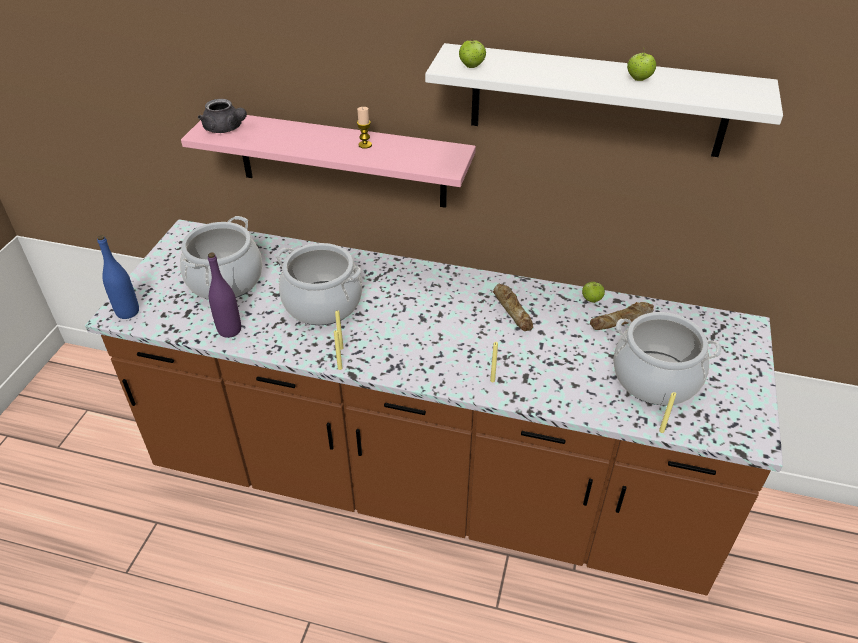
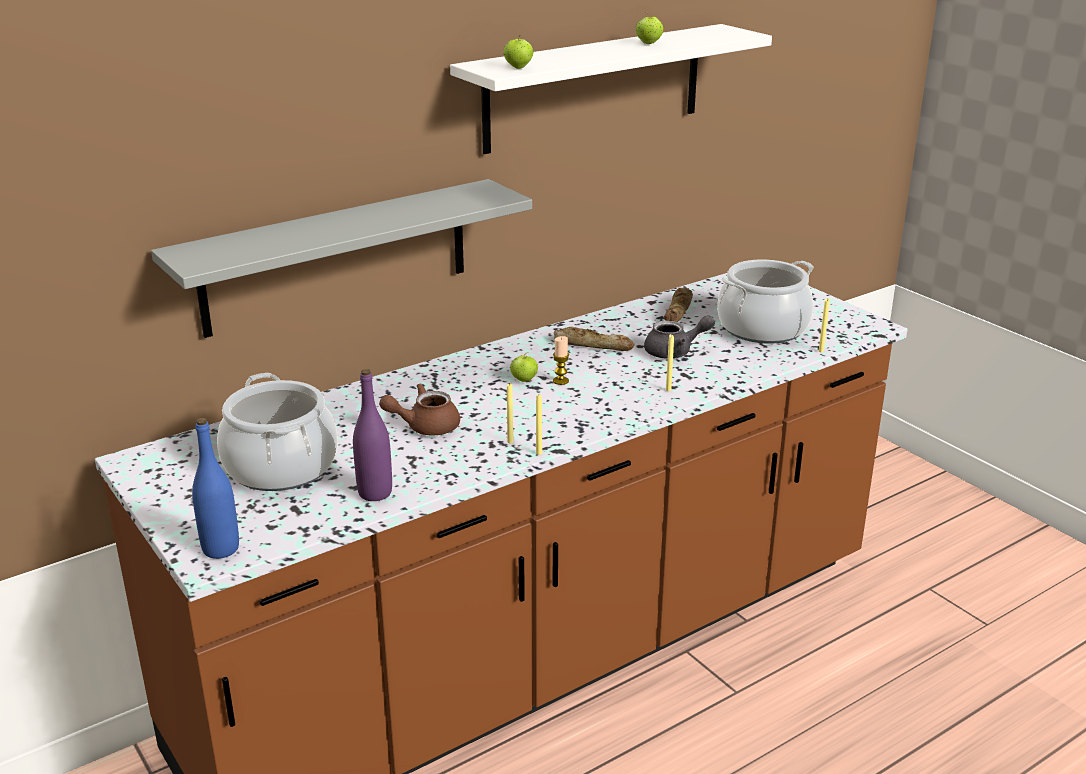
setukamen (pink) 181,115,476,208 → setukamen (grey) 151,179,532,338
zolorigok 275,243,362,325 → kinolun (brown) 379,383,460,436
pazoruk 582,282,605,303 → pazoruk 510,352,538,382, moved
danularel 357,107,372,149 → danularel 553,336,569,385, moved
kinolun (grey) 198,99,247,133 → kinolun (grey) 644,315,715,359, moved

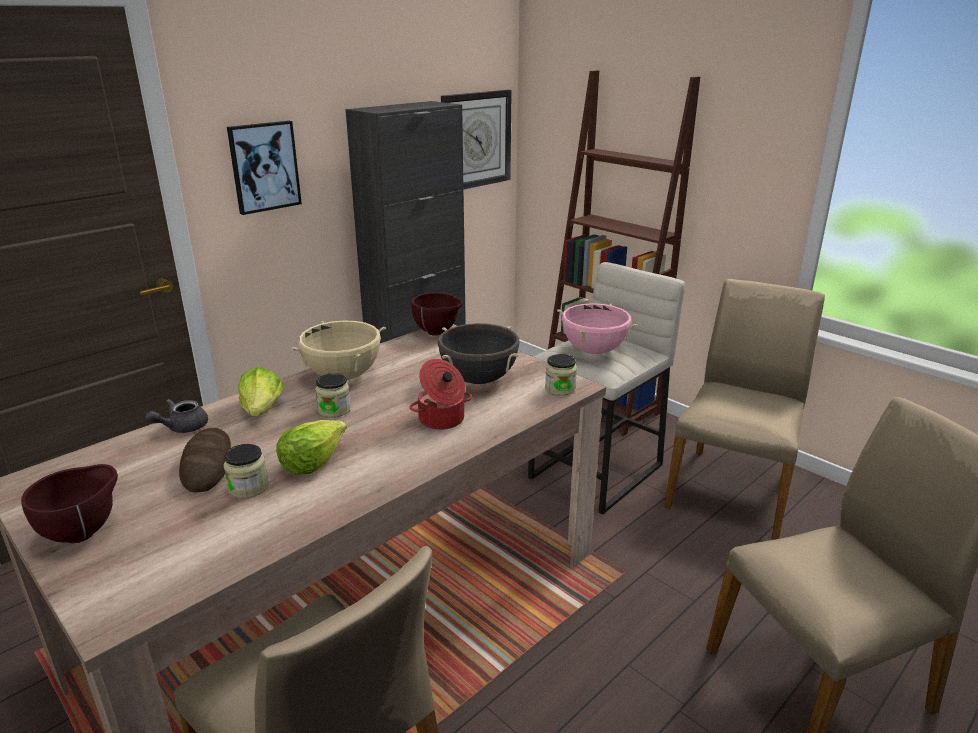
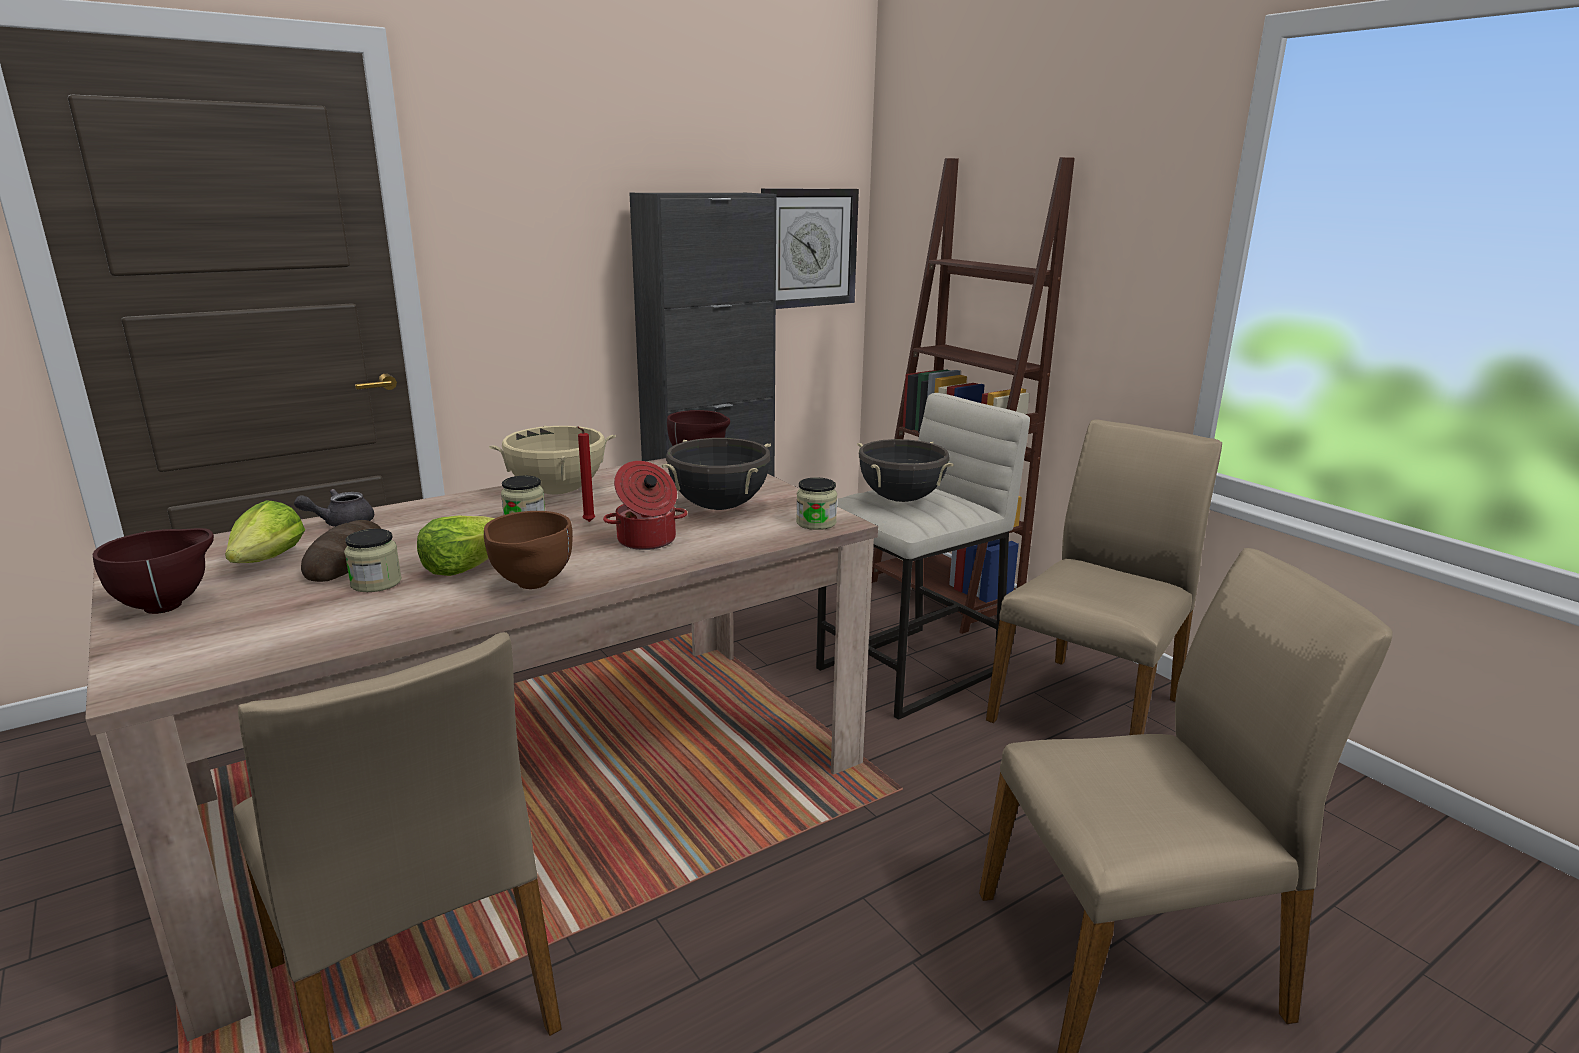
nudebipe 238,367,283,416 → nudebipe 225,500,305,563, moved
- → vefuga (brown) 484,511,573,589
- → danularel (red) 577,426,595,522
zolorigok (pink) 557,303,638,354 → zolorigok (black) 857,439,954,502
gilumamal 227,121,302,215 → -

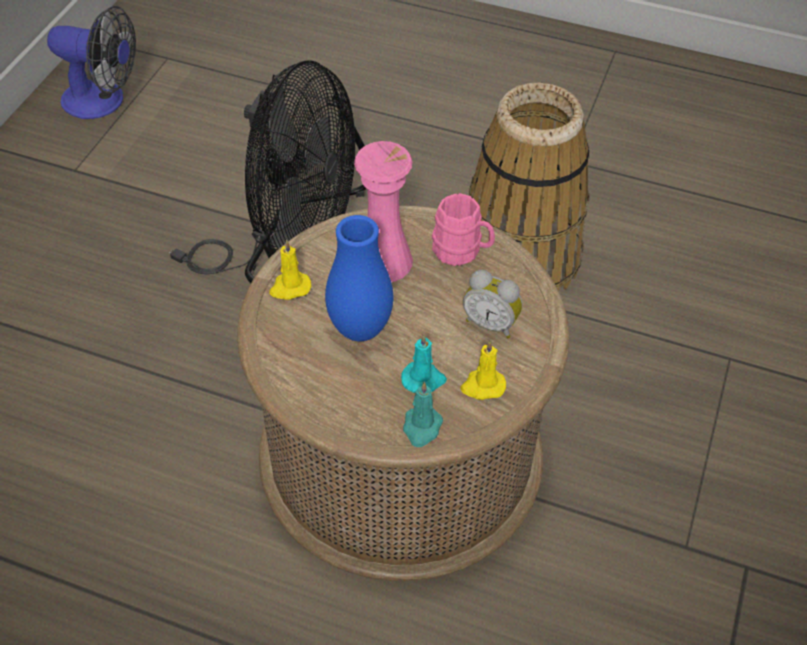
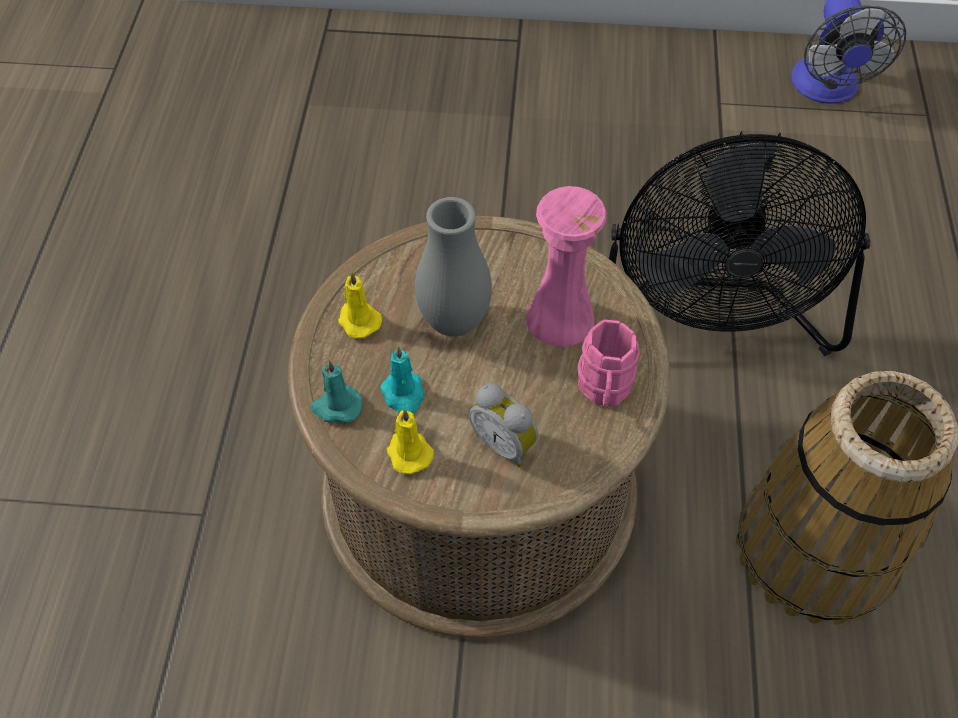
danularel (yellow) 269,240,311,300 → danularel (yellow) 338,272,382,339, moved
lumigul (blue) 325,215,393,342 → lumigul (grey) 415,197,492,337
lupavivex 463,270,522,338 → lupavivex 469,384,538,467, 60 degrees counterclockwise

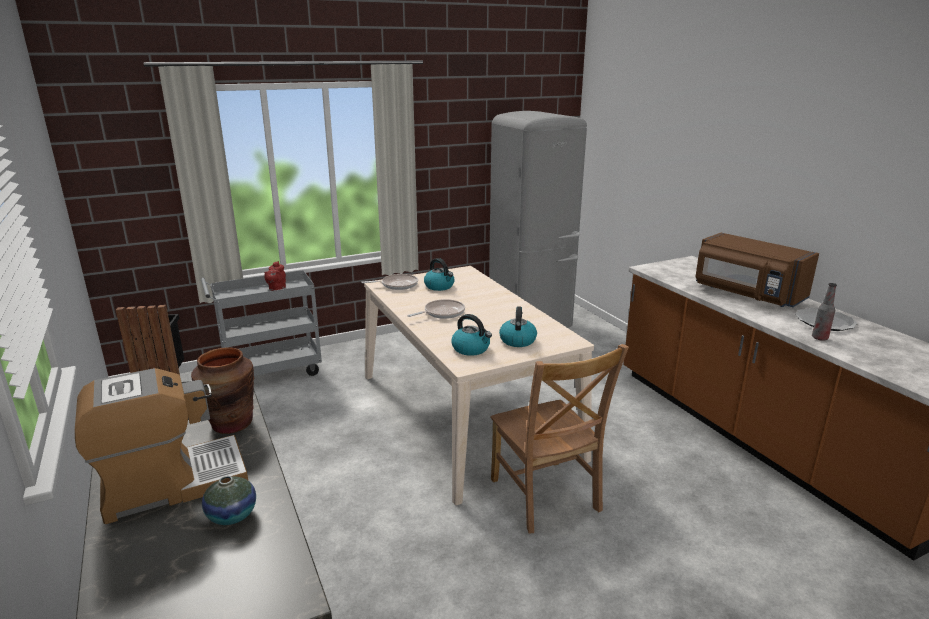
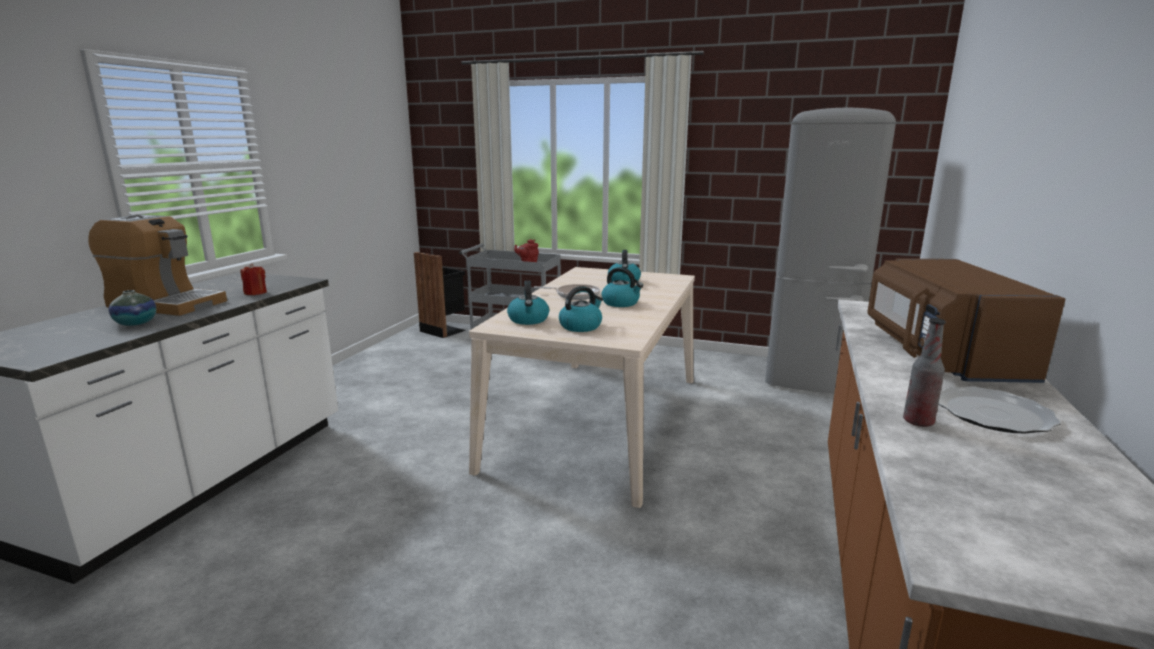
lumigul (brown) 191,347,254,434 → danularel (red) 240,263,267,295
- → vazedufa 602,267,643,307
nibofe 361,274,418,290 → -
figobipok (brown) 490,344,629,534 → -

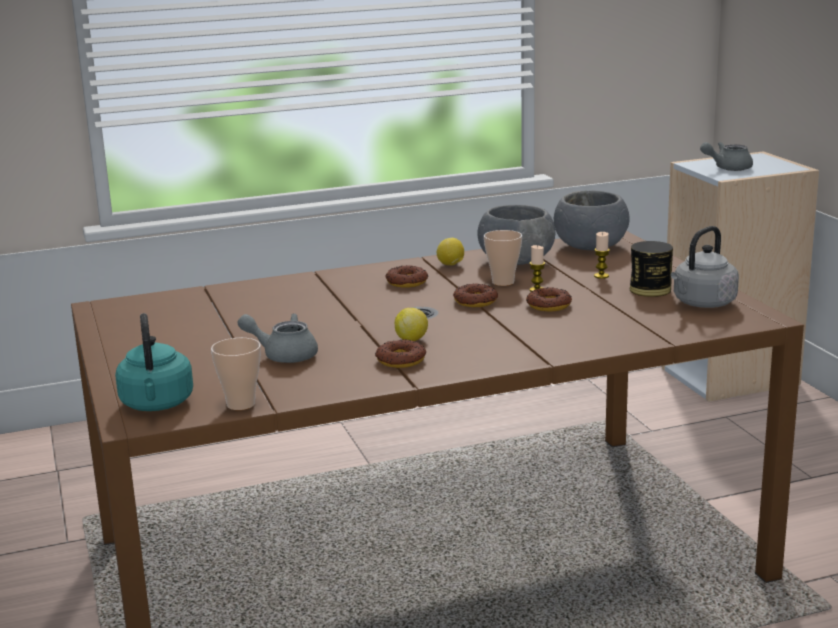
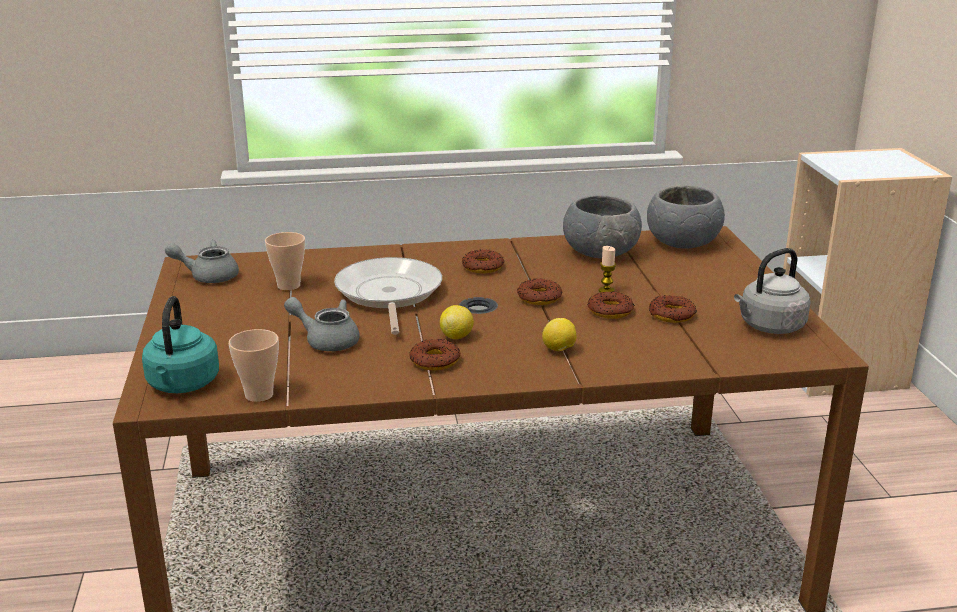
kinolun (grey) 700,142,753,171 → kinolun (grey) 165,240,239,283, moved
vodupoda 484,230,522,286 → vodupoda 265,232,305,290, moved
- → nibofe 334,257,442,335
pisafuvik 437,238,464,265 → pisafuvik 542,318,577,351, moved
- → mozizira 649,295,697,323
danularel 594,232,610,279 → -
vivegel 630,241,673,297 → -

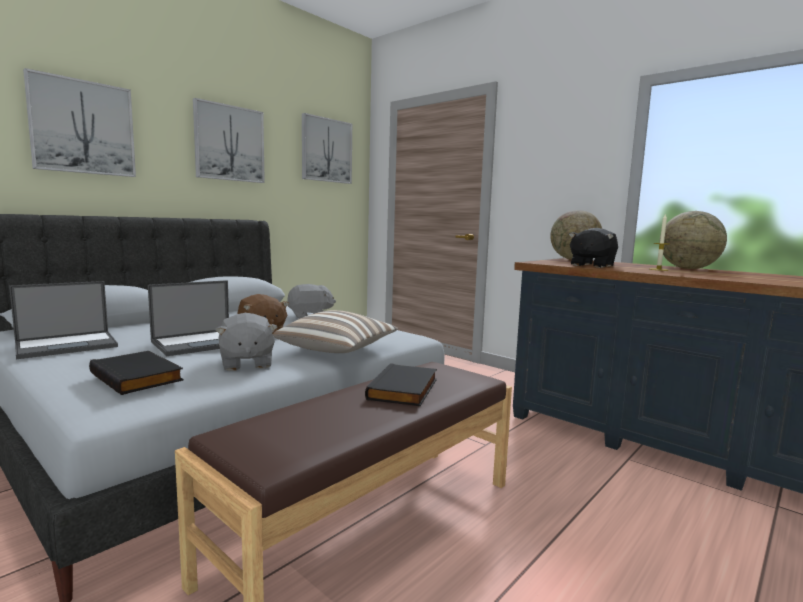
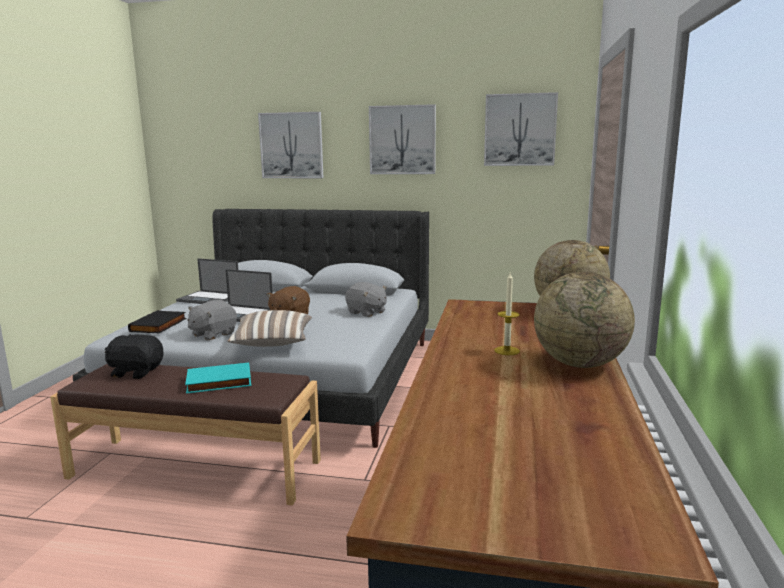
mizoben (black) 568,228,618,268 → mizoben (black) 105,334,164,379, moved
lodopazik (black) 365,363,437,406 → lodopazik (turquoise) 185,363,251,393

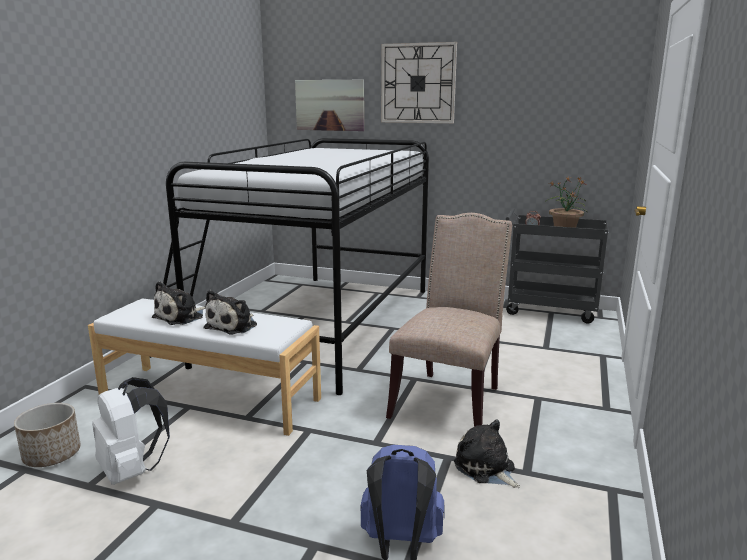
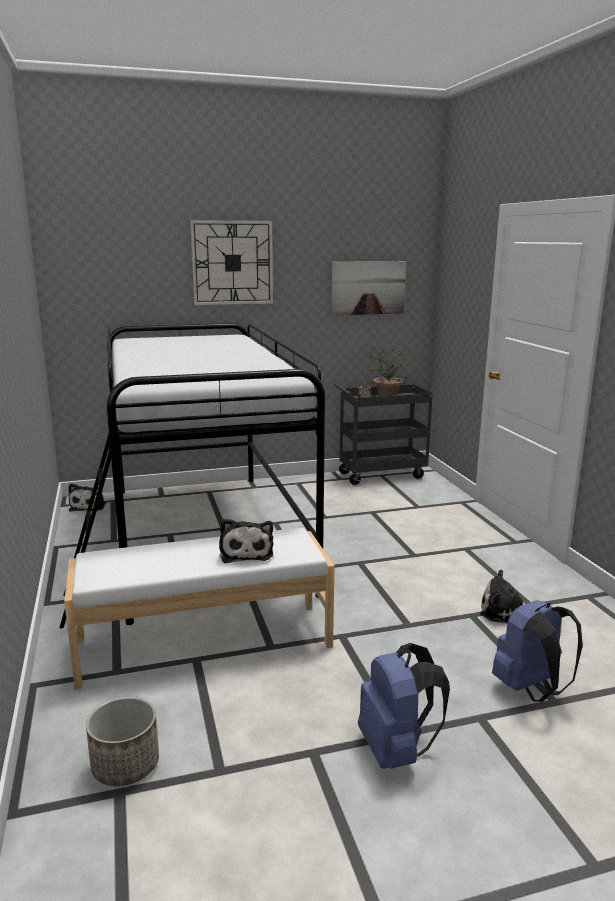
mizoben 152,281,206,325 → mizoben 68,483,106,511, moved
gilumamal 295,80,364,131 → gilumamal 331,261,406,315, moved
- → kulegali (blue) 358,643,450,769
kulegali (white) 92,377,170,485 → -
figobipok (beige) 386,213,512,427 → -

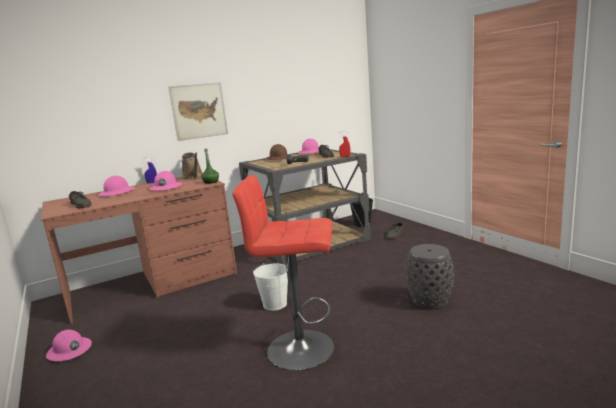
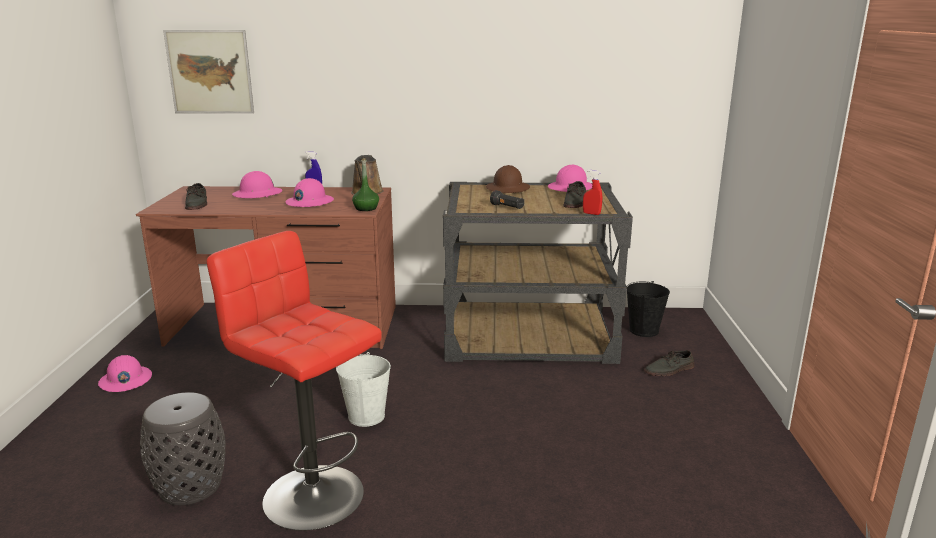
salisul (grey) 406,244,454,309 → salisul (grey) 140,392,226,505, moved
gilumamal 168,82,228,141 → gilumamal 163,30,254,114, moved

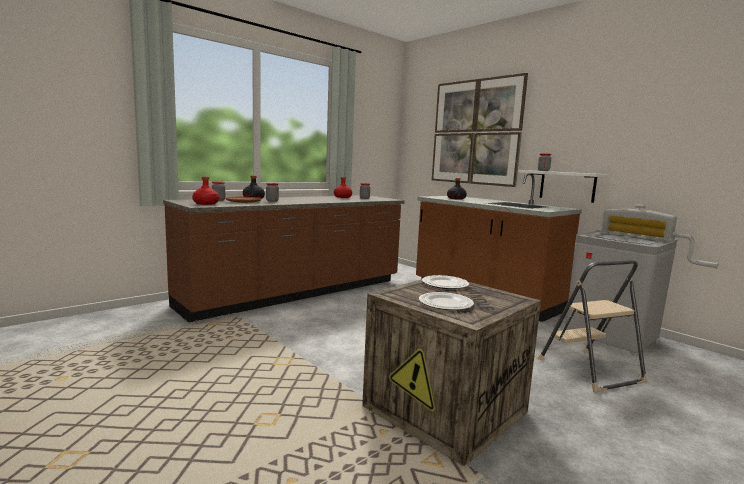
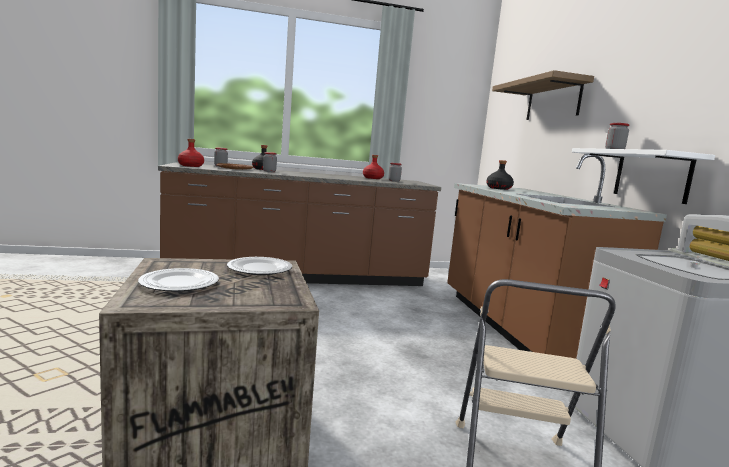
gilumamal 432,73,528,187 → setukamen 492,70,594,120

